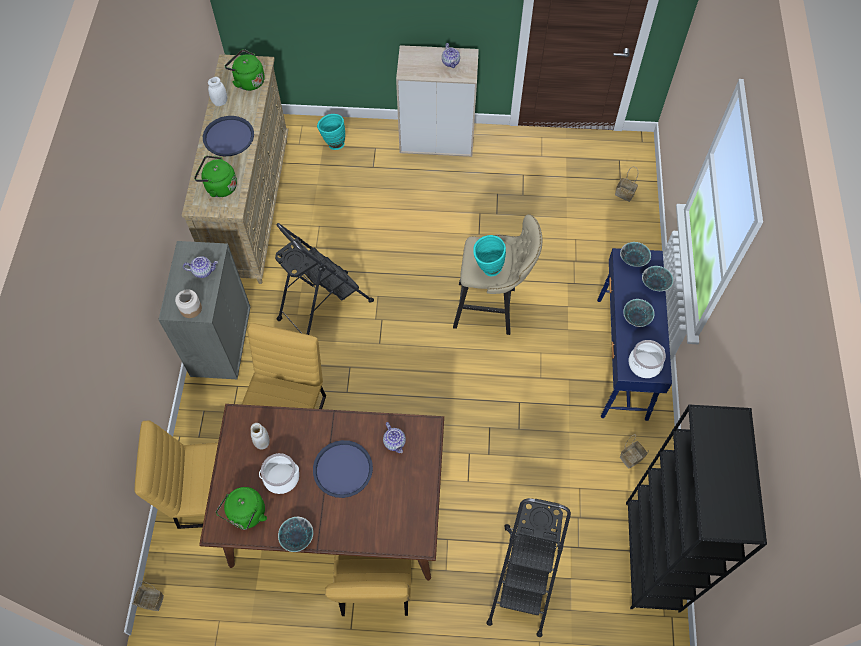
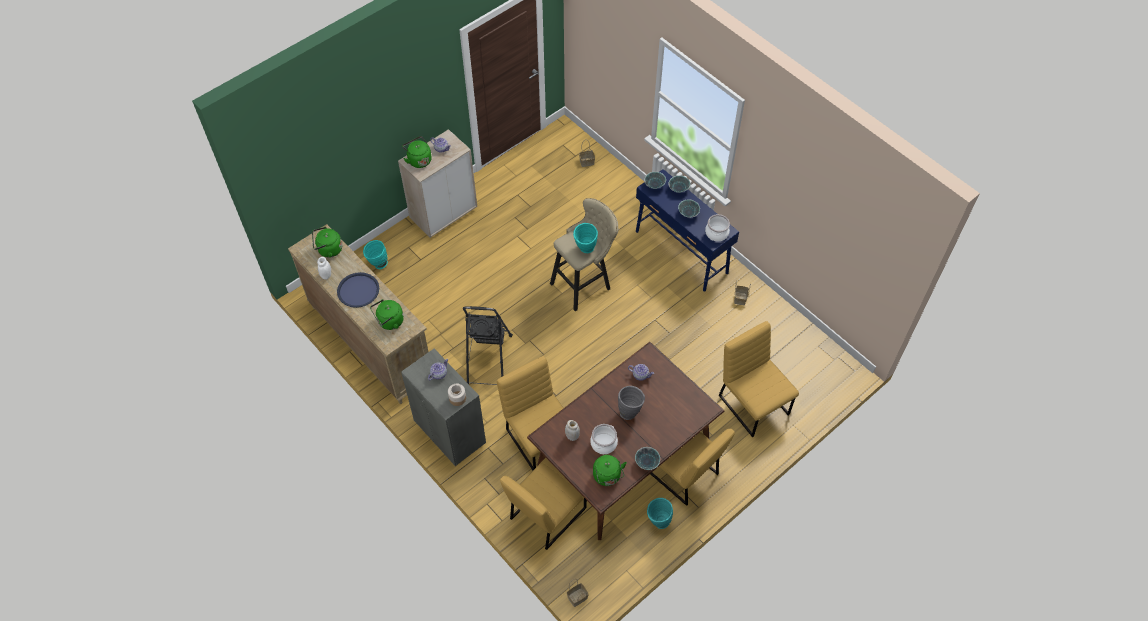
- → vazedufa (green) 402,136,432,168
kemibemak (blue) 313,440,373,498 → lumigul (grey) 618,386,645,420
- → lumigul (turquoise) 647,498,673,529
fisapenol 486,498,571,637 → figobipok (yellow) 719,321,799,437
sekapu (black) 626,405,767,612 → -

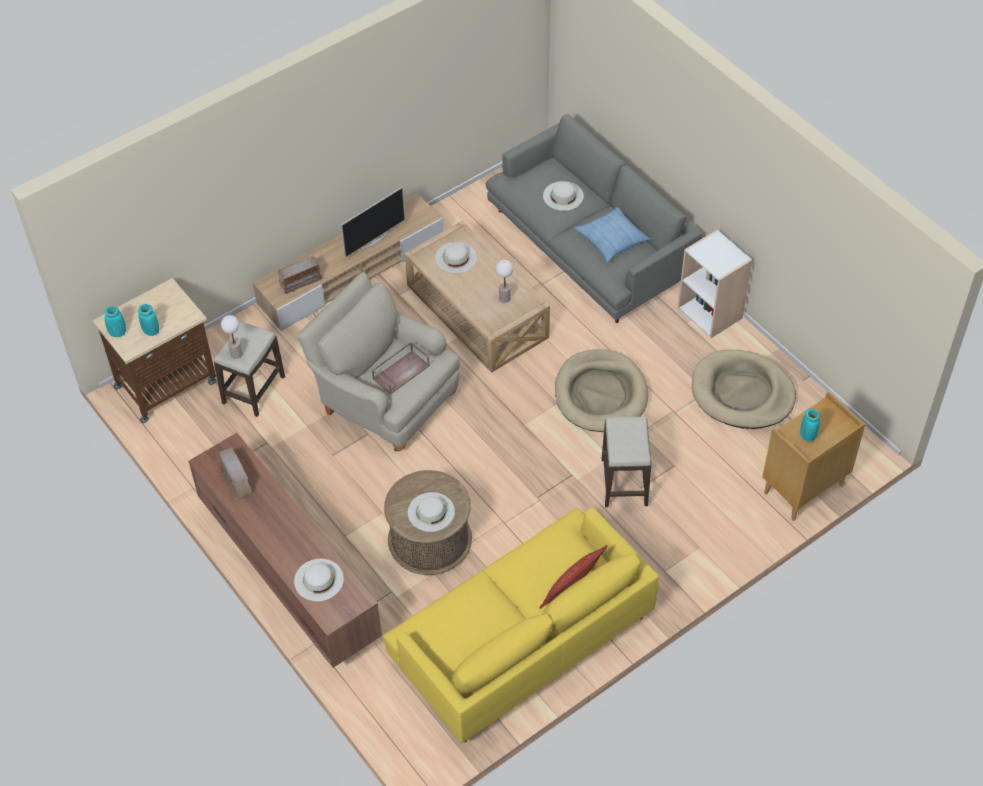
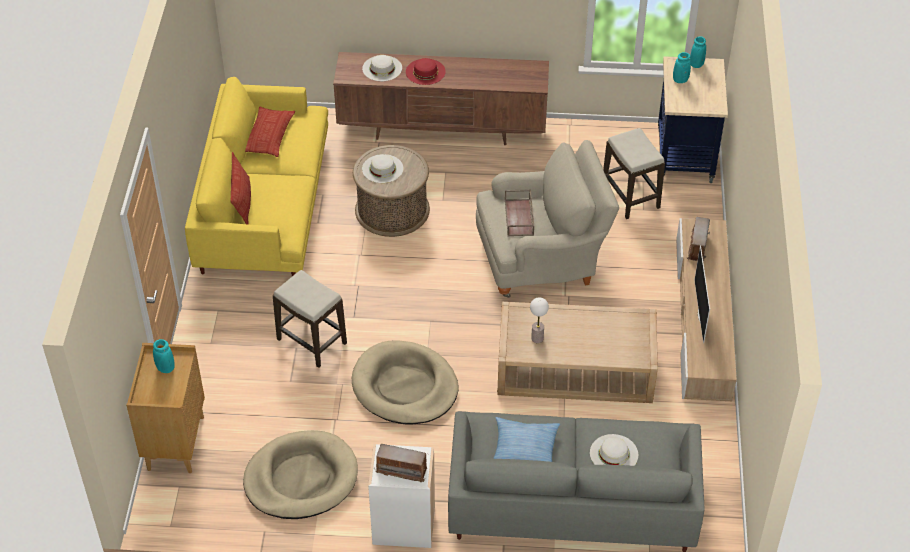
- → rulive 245,107,295,157
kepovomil 217,447,253,499 → kepovomil 374,444,427,483, moved
- → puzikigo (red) 406,58,446,85
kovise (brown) 93,278,216,423 → kovise (blue) 658,56,728,183
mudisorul 221,315,243,359 → -
puzikigo (white) 435,242,477,273 → -

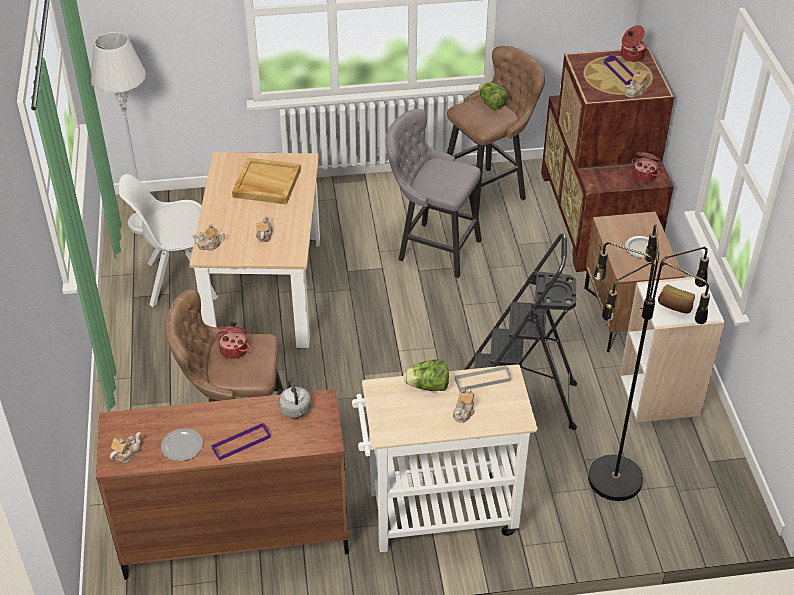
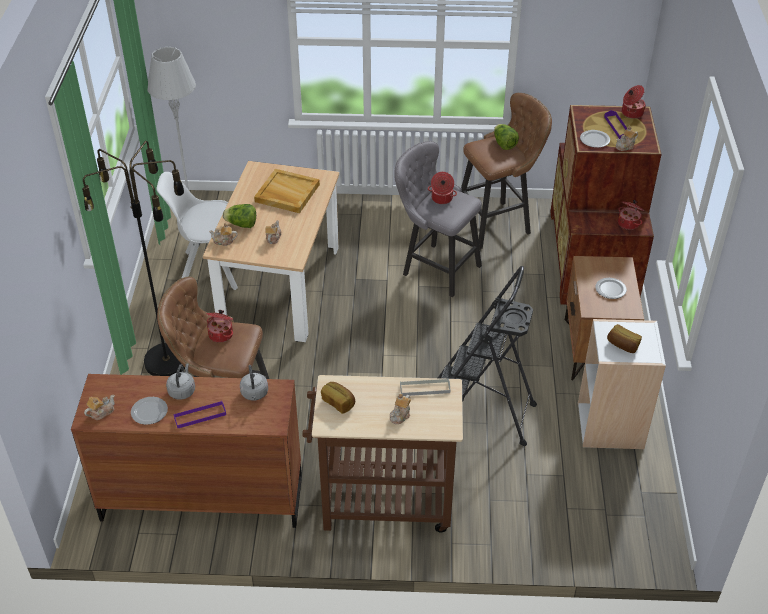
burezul 588,224,710,501 → burezul 82,141,185,376, moved
- → vazedufa (grey) 166,363,195,400
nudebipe 404,359,449,391 → nudebipe 223,204,256,228, moved
kovise (white) 352,364,537,552 → kovise (brown) 302,375,463,532
- → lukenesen 321,382,355,414
- → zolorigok 428,172,457,204
- → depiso 580,130,610,148

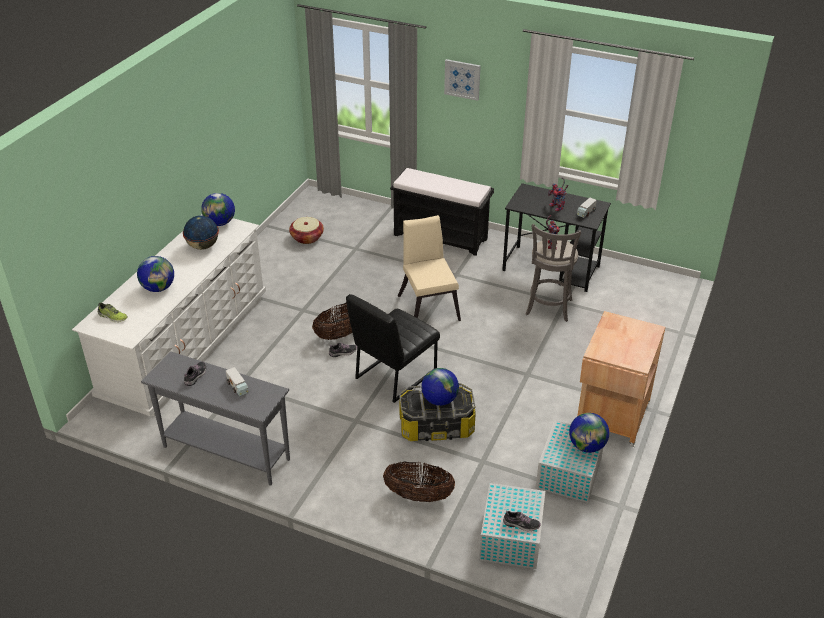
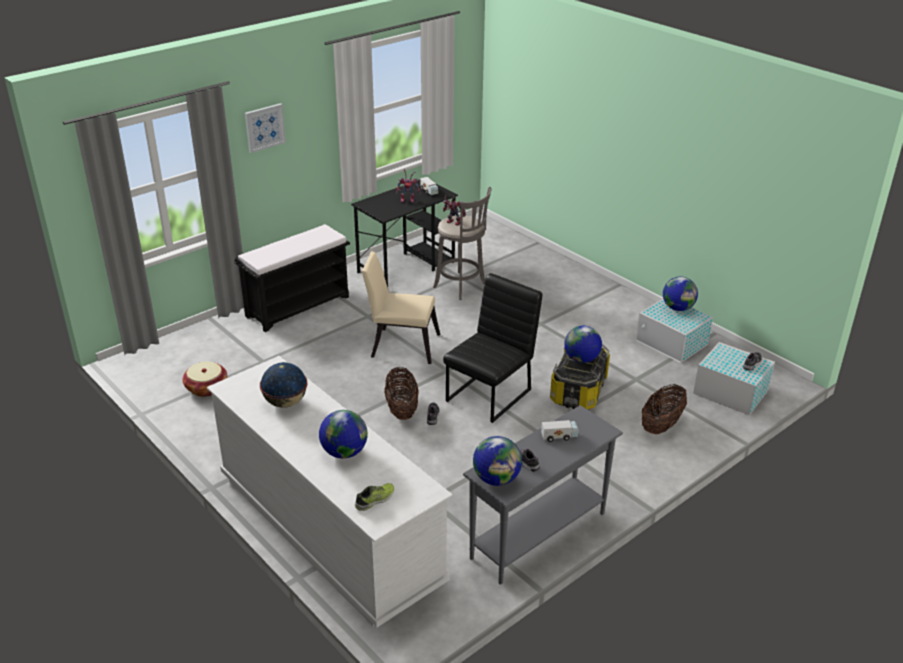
figobipok (black) 346,294,440,403 → figobipok (black) 443,273,542,423, 120 degrees counterclockwise
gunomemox 201,193,235,226 → gunomemox 473,436,522,486, moved
kovise (brown) 577,311,665,447 → -

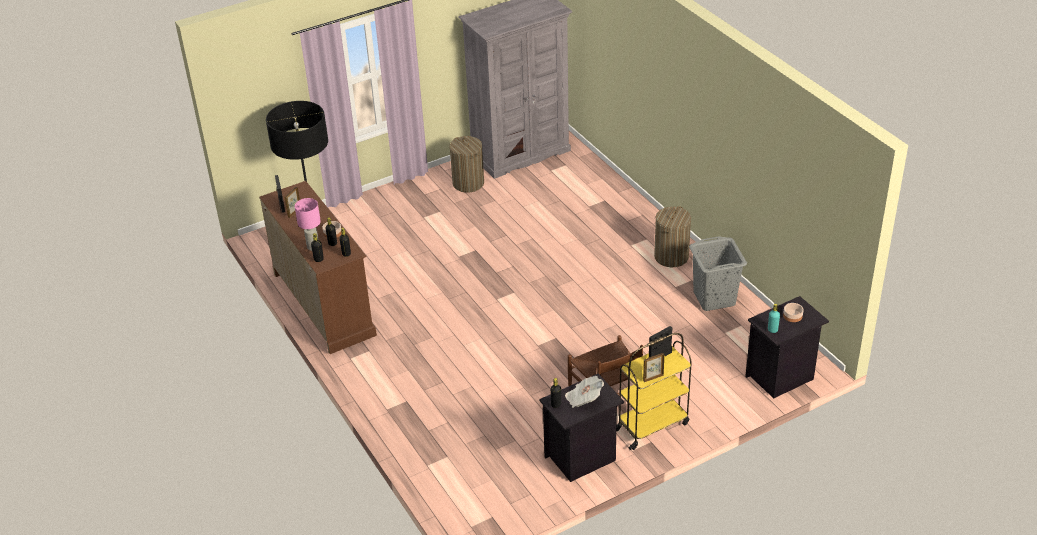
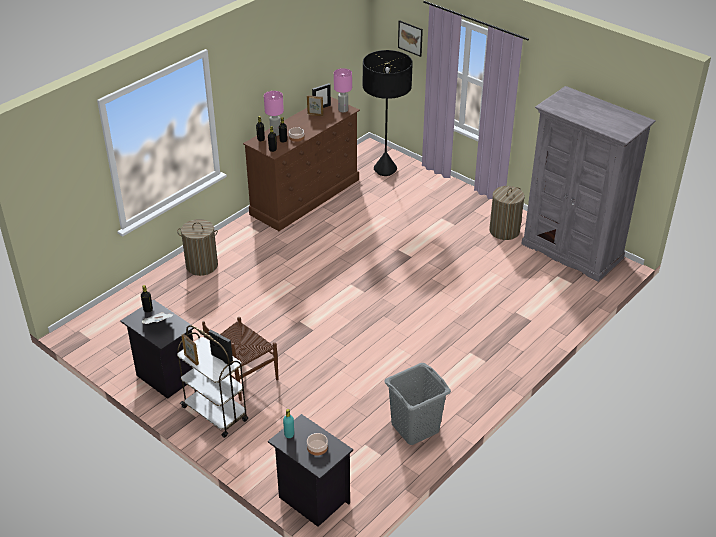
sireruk 654,206,691,267 → sireruk 177,219,218,276, moved
kovise (yellow) 616,333,692,450 → kovise (white) 177,325,248,438
- → mudisorul (pink) 334,68,352,112
- → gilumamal 398,20,423,57

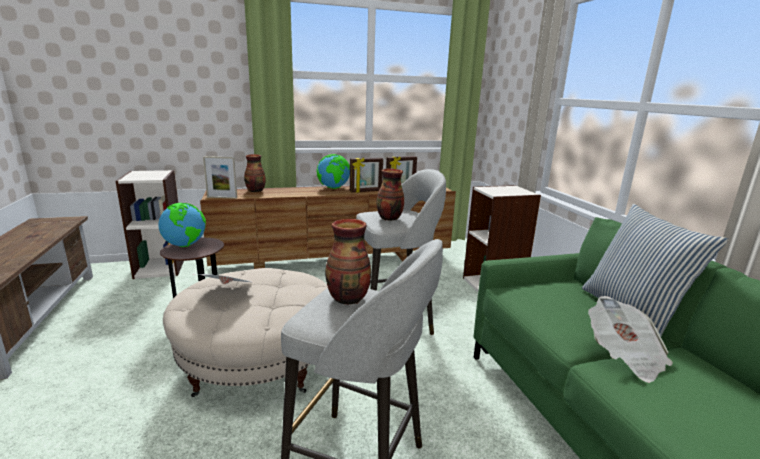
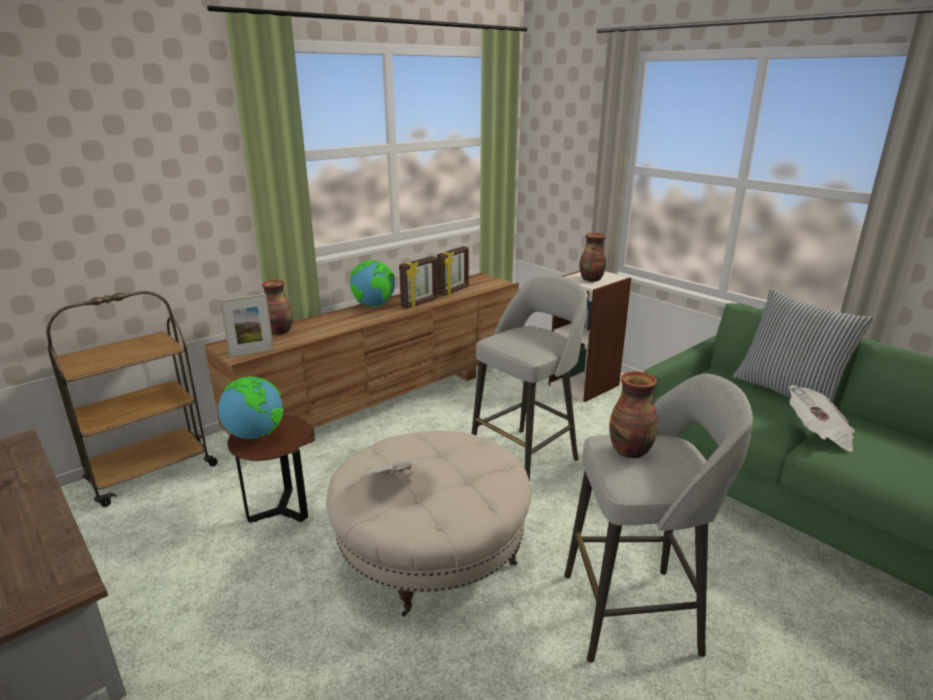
sekapu 115,170,184,279 → kovise (brown) 46,291,218,507
lumigul 376,169,404,221 → lumigul 579,233,606,282, moved

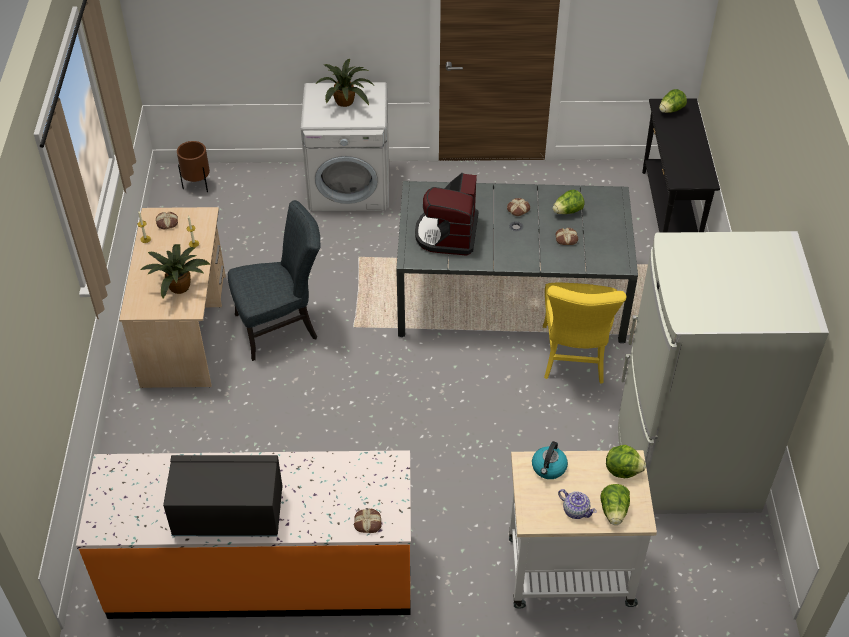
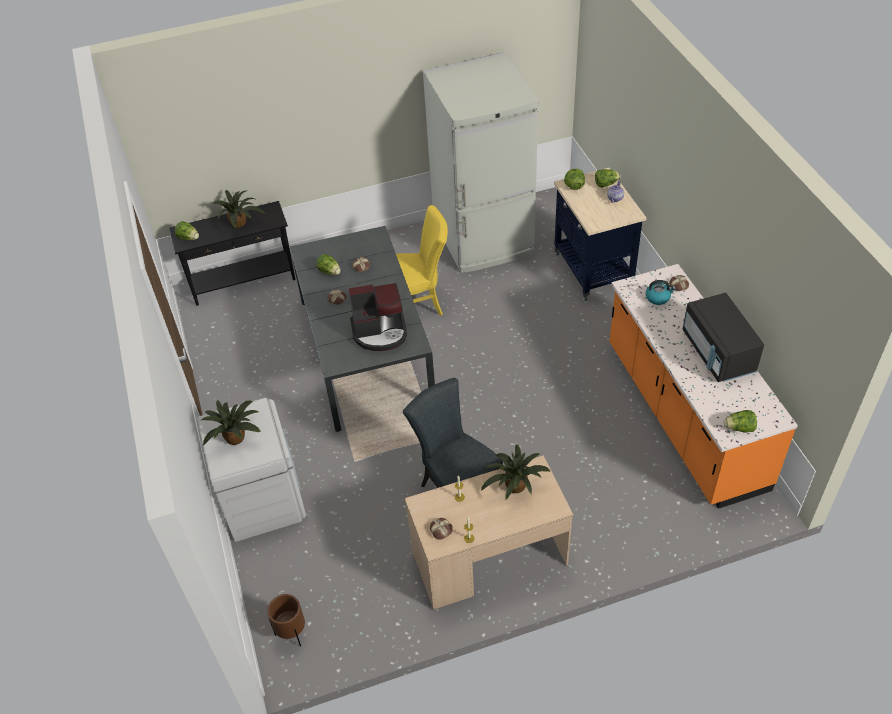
- → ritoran 211,190,265,228
kovise (white) 509,450,657,609 → kovise (blue) 554,168,646,301
vazedufa 532,441,568,479 → vazedufa 646,280,676,305, moved
- → nudebipe 724,410,757,432

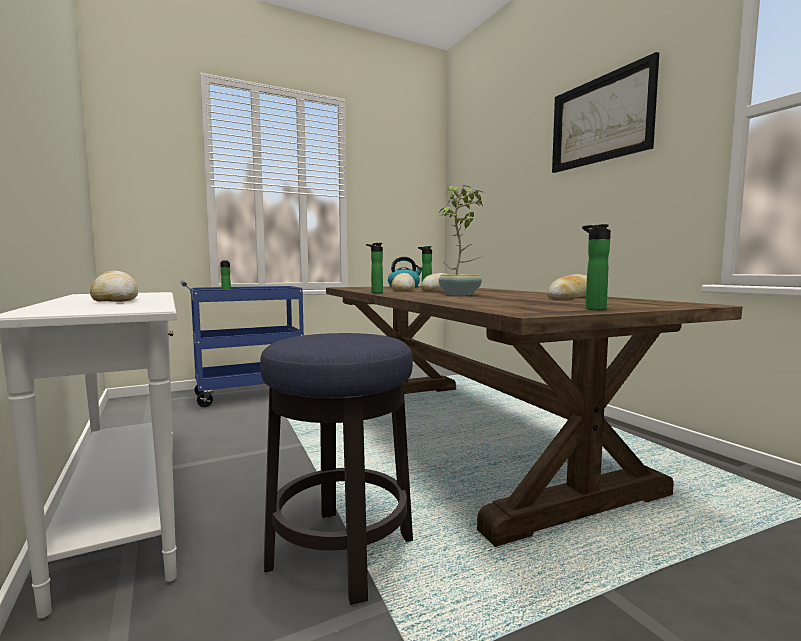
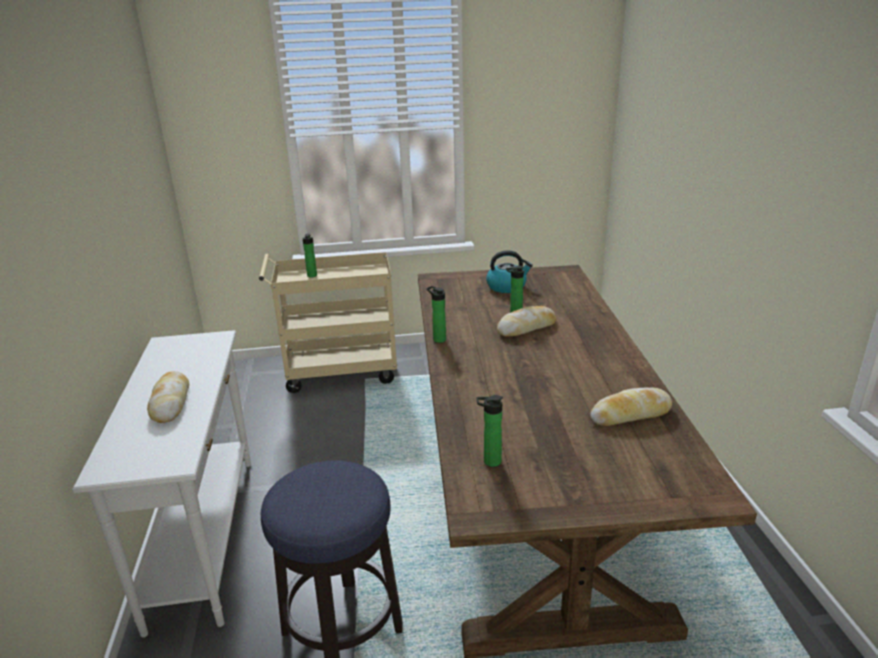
kovise (blue) 180,281,304,407 → kovise (beige) 259,252,397,393
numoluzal 582,224,611,310 → numoluzal 476,395,503,467, moved
lukenesen 391,273,415,291 → -
ritoran 438,185,484,295 → -
gilumamal 552,52,659,173 → -

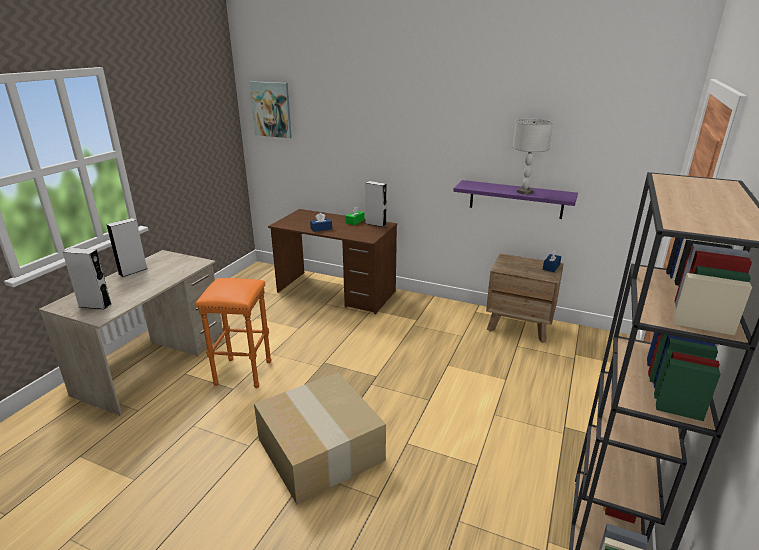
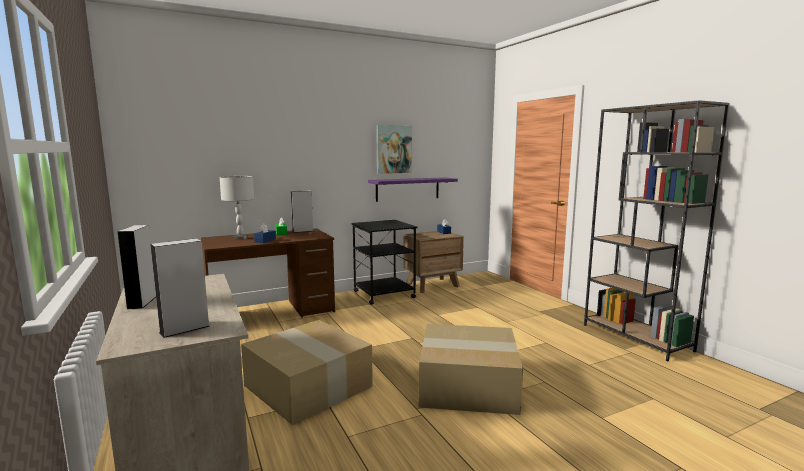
mudisorul (grey) 512,119,553,195 → mudisorul (grey) 220,176,254,240, moved
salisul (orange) 196,278,271,388 → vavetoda 241,320,373,425
- → kovise (black) 351,220,417,305
gilumamal 250,81,292,138 → gilumamal 376,125,412,174, moved

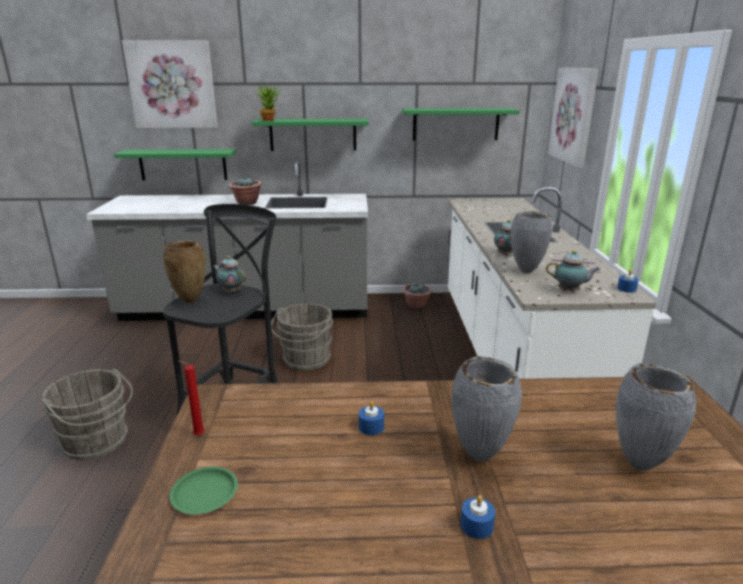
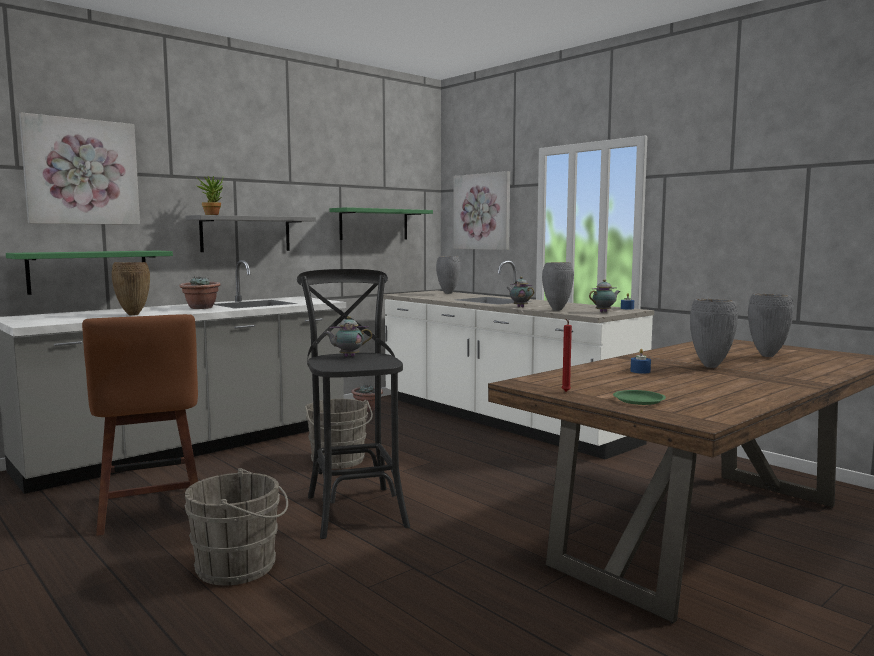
- → salisul (brown) 82,314,198,536
lumigul (brown) 163,240,206,303 → lumigul (brown) 112,262,150,316, moved
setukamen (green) 252,119,368,151 → setukamen (grey) 185,215,316,252
- → lumigul (grey) 436,256,461,294
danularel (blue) 461,495,495,539 → -

